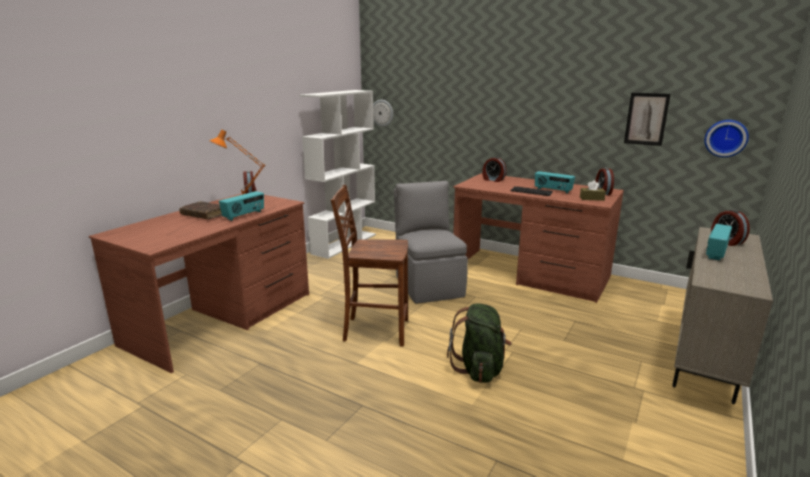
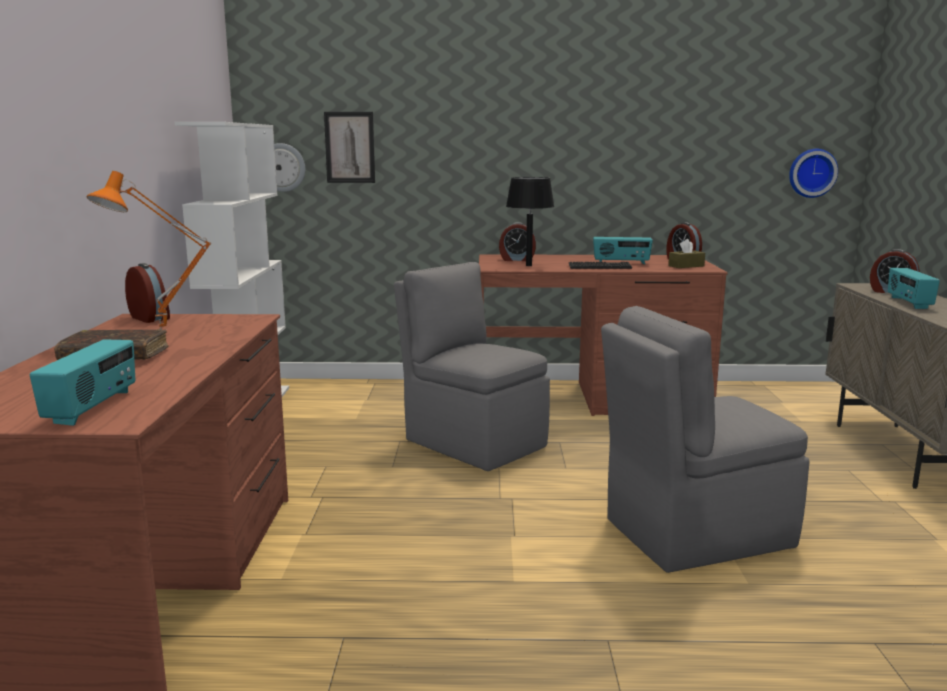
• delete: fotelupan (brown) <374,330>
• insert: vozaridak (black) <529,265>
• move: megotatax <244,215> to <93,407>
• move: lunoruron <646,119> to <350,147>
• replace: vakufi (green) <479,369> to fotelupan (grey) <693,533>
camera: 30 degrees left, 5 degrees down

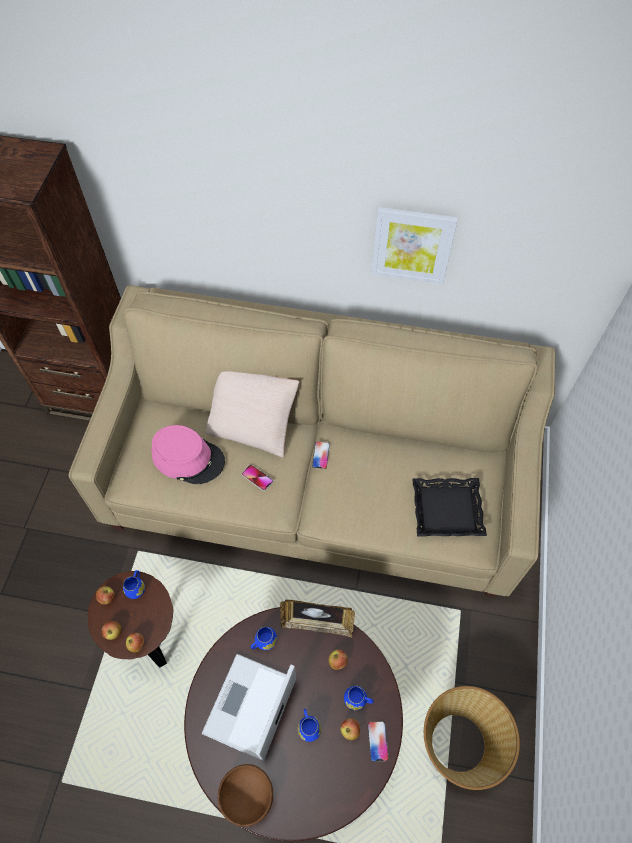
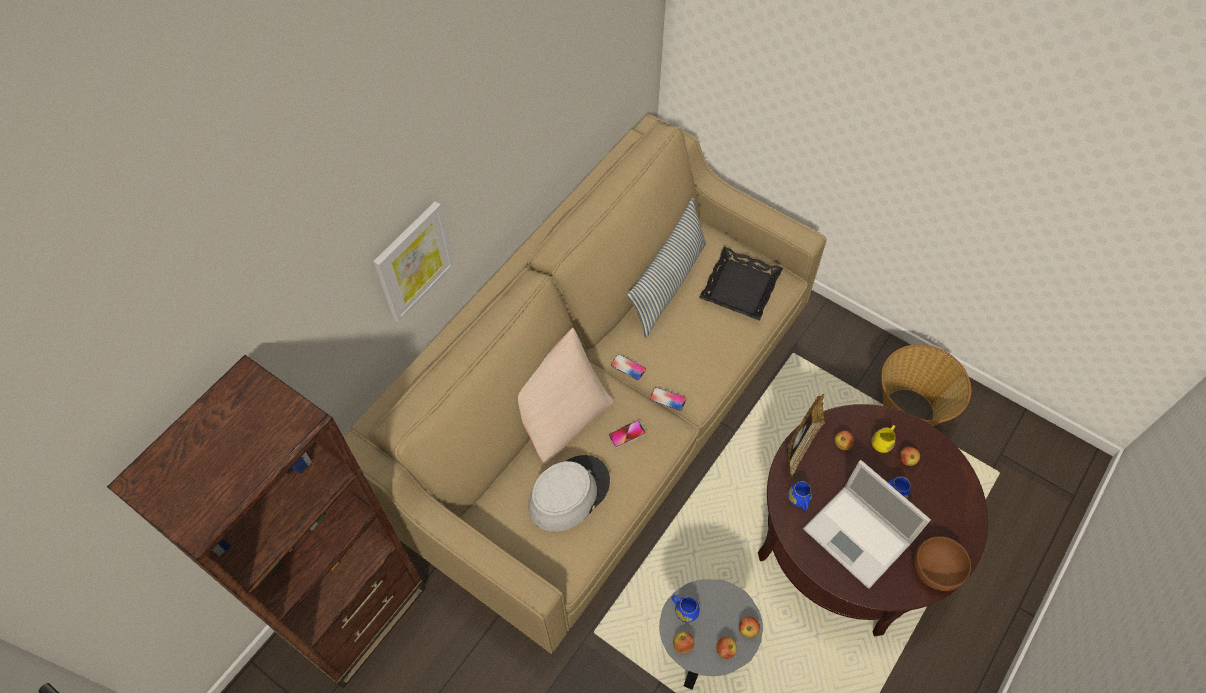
• insert: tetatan <667,284>
• move: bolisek <377,741> to <668,399>
• move: lunoruron <412,244> to <413,261>
• recolor: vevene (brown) <150,637> to vevene (grey) <701,652>
• recolor: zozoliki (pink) <188,458> to zozoliki (grey) <568,493>
• recolor: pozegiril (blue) <358,700> to pozegiril (yellow) <883,442>
camera: 65 degrees left, 0 degrees up

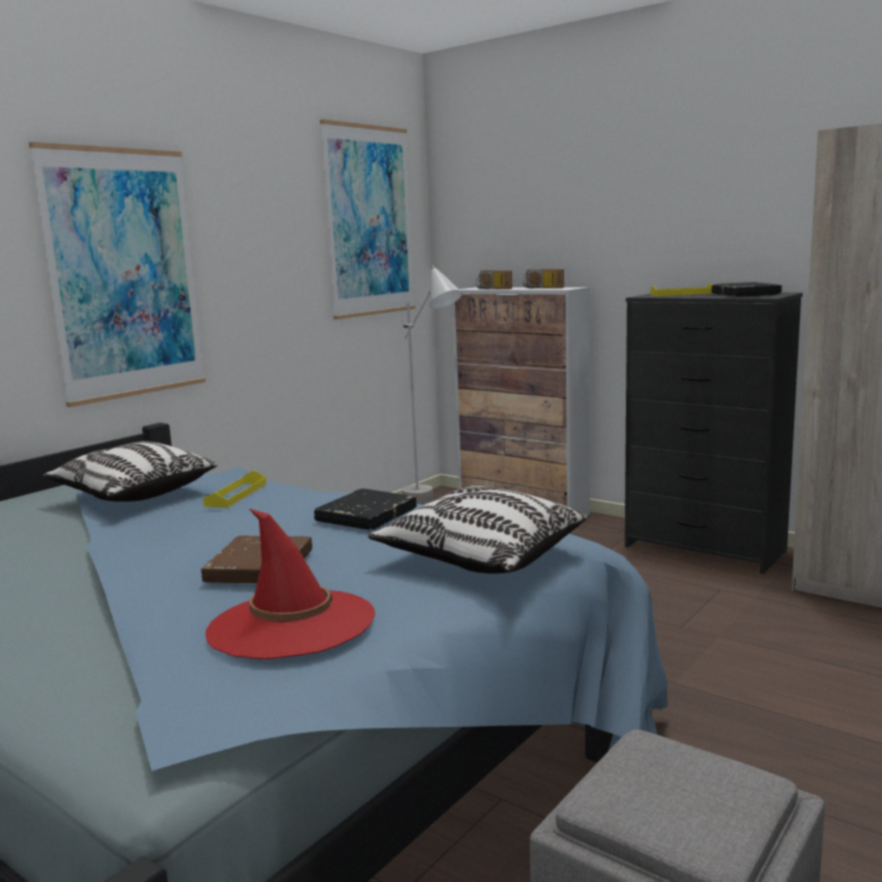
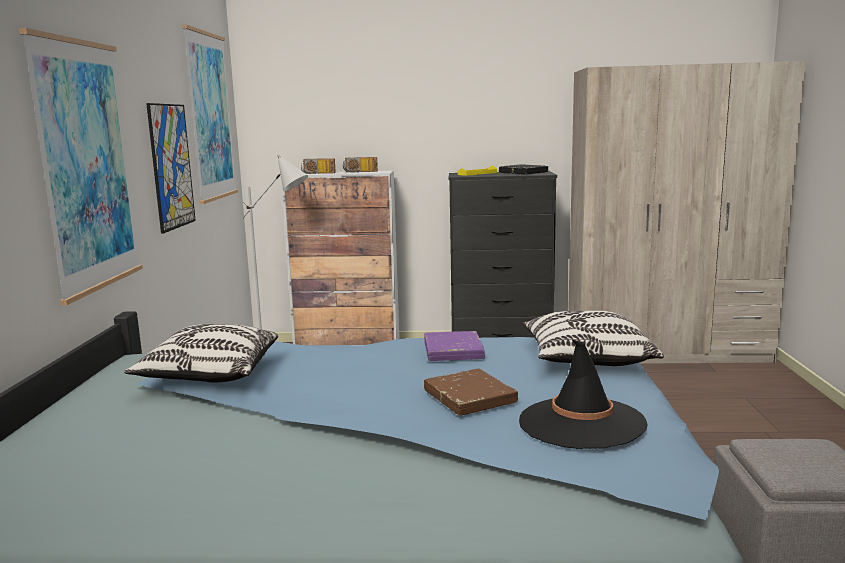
• delete: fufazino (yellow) <236,495>
• insert: lunoruron <171,166>
• recolor: zozoliki (red) <291,625> to zozoliki (black) <581,423>
• recolor: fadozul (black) <366,516> to fadozul (purple) <453,351>
camera: 35 degrees left, 0 degrees up

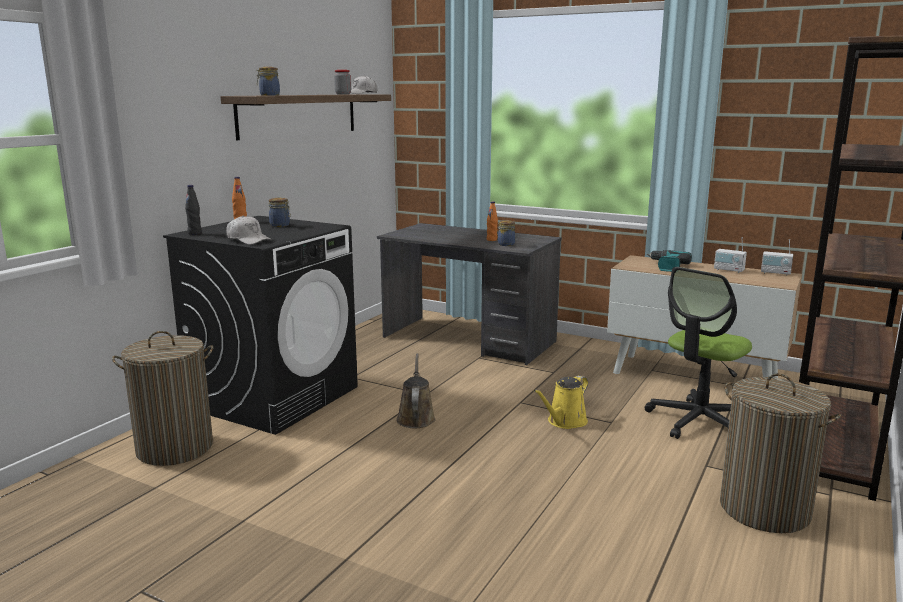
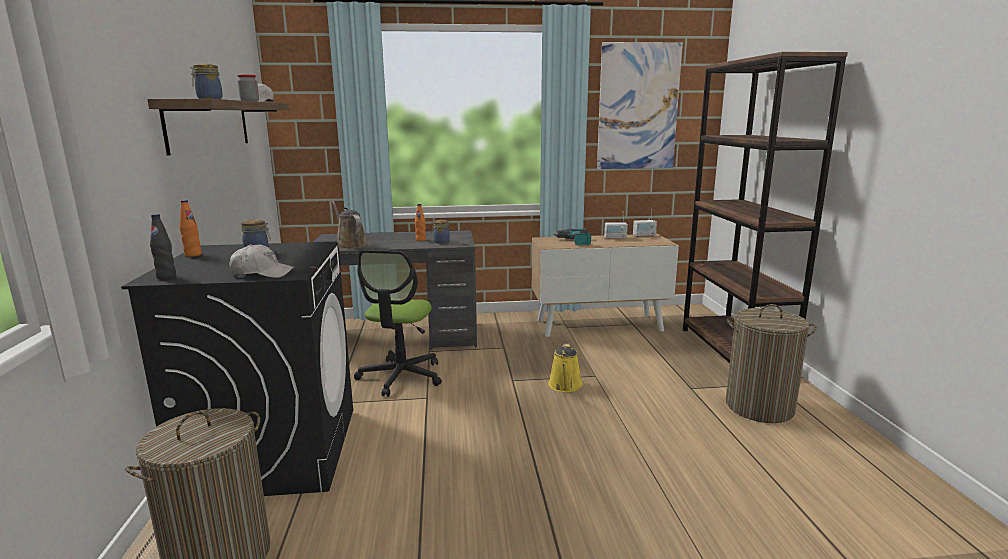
• insert: lunoruron <638,107>
• move: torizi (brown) <416,417> to <350,245>
• move: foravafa <698,421> to <401,376>
camera: 35 degrees left, 0 degrees up

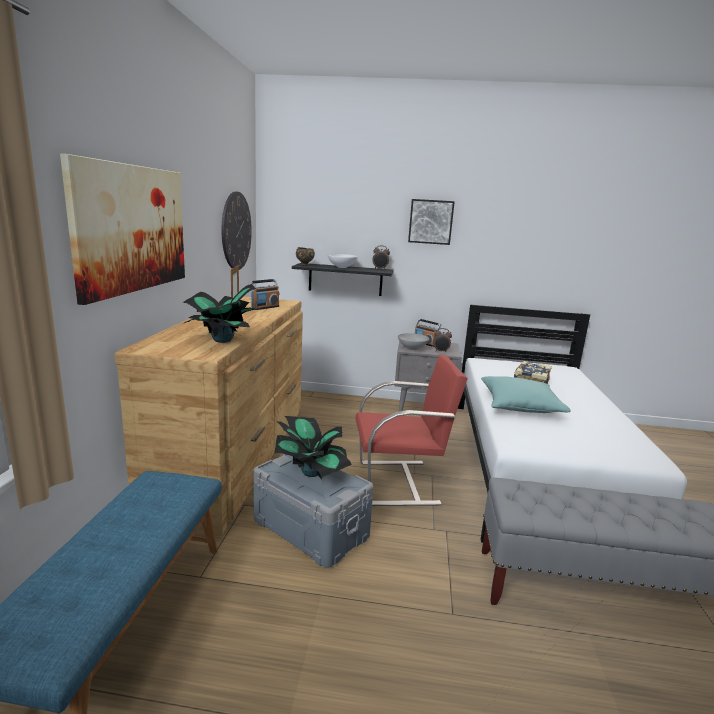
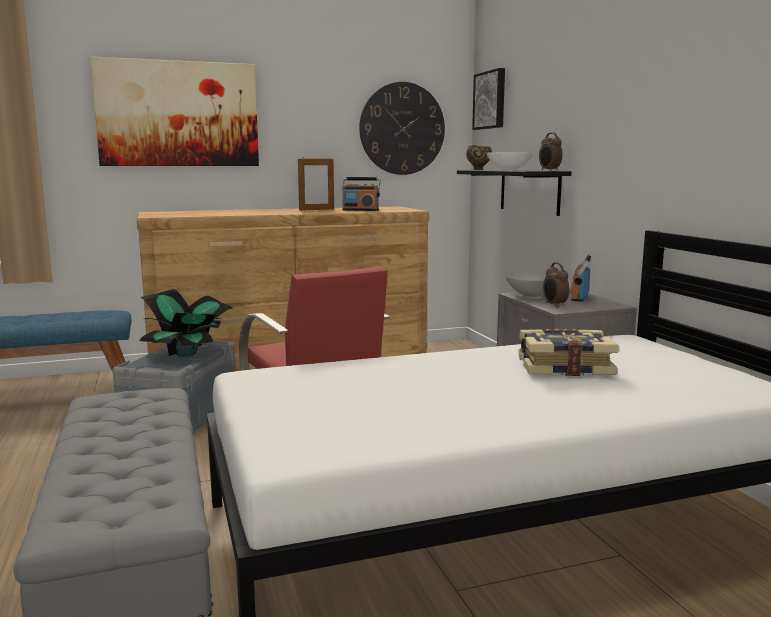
• delete: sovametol <222,340>
• delete: tetatan (turquoise) <520,406>
• move: lunoruron <430,222> to <491,100>
camera: 65 degrees right, 5 degrees down

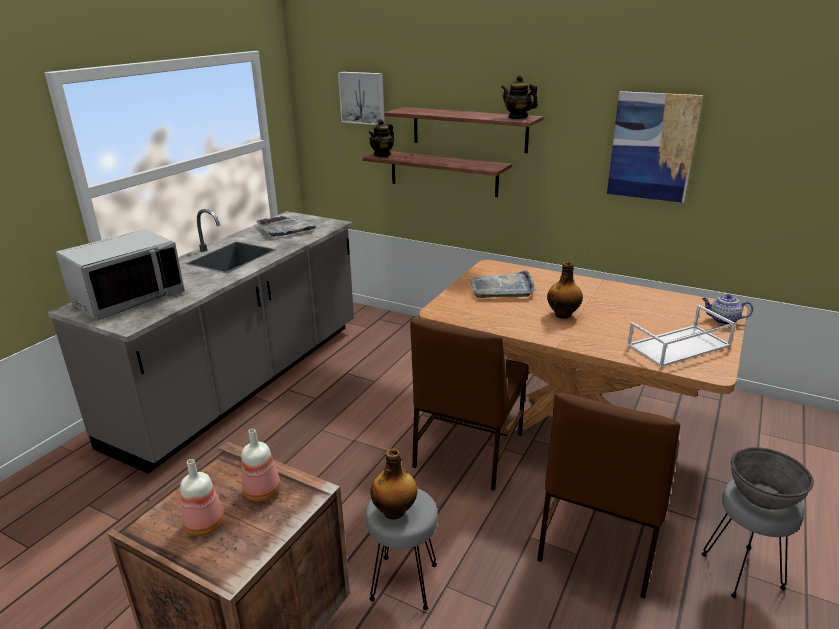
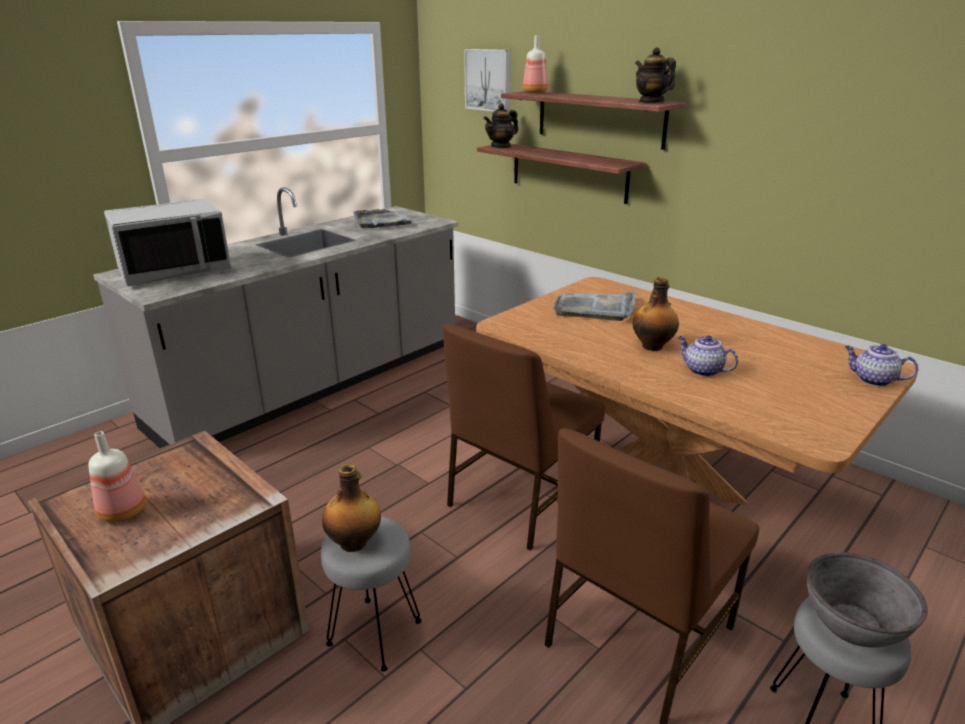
• delete: lunoruron <652,147>
• delete: fufazino (white) <678,346>
• insert: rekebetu <702,370>
• move: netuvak <263,491> to <535,92>
camera: 15 degrees right, 0 degrees up

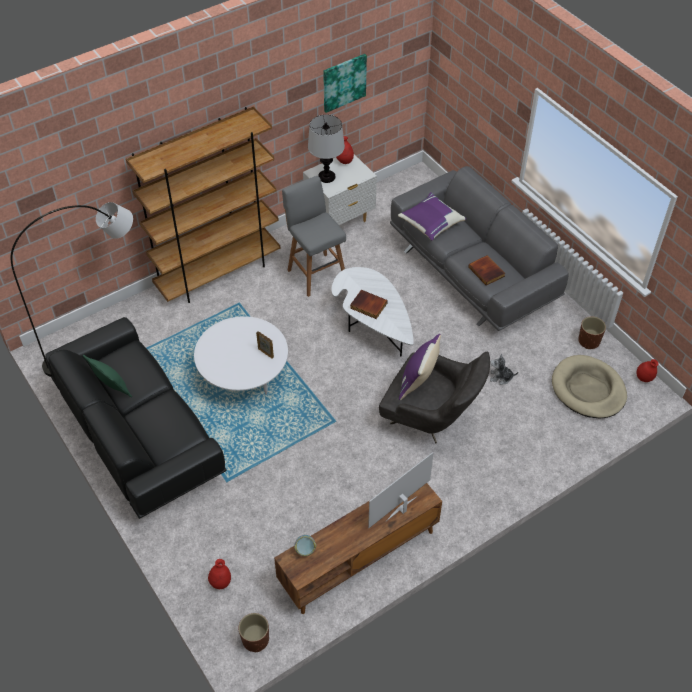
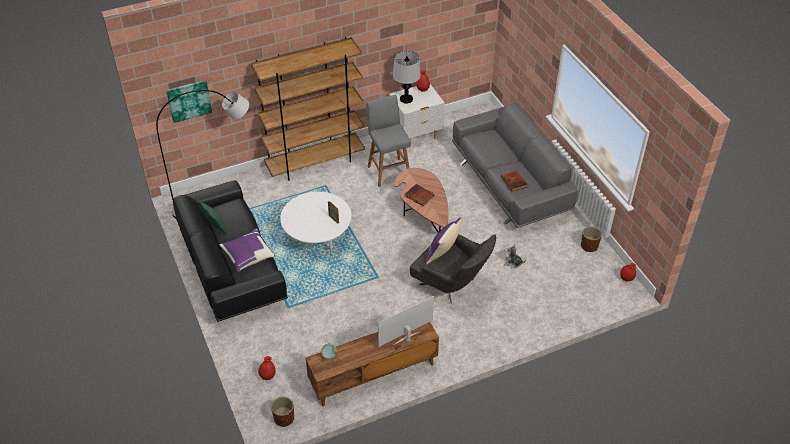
• delete: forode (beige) <588,389>
• move: lunoruron <344,82> to <189,100>
• move: tetatan (purple) <430,224> to <248,256>
• recolor: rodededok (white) <372,324> to rodededok (brown) <423,213>
camera: 10 degrees right, 5 degrees down

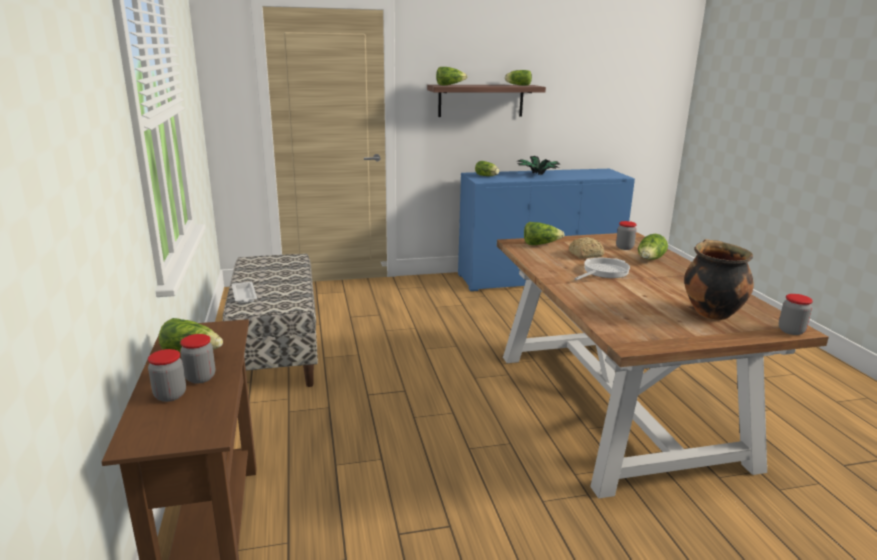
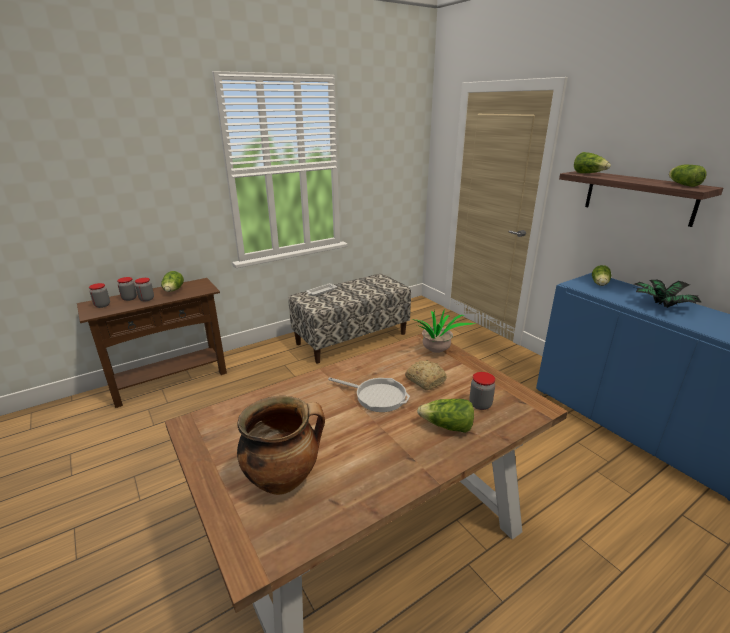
• move: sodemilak <791,331> to <102,305>
• replace: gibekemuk <540,244> to sovametol <436,352>
camera: 70 degrees right, 5 degrees up

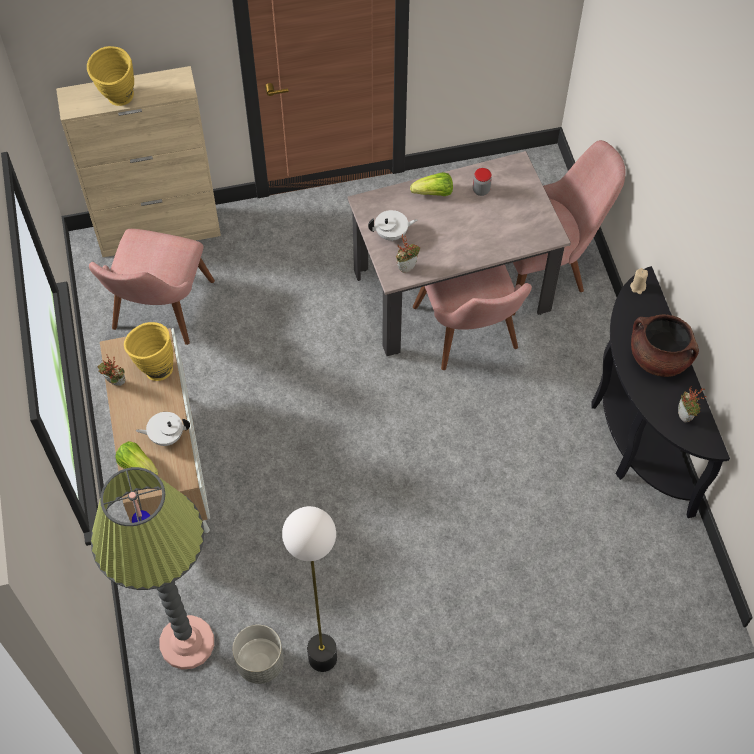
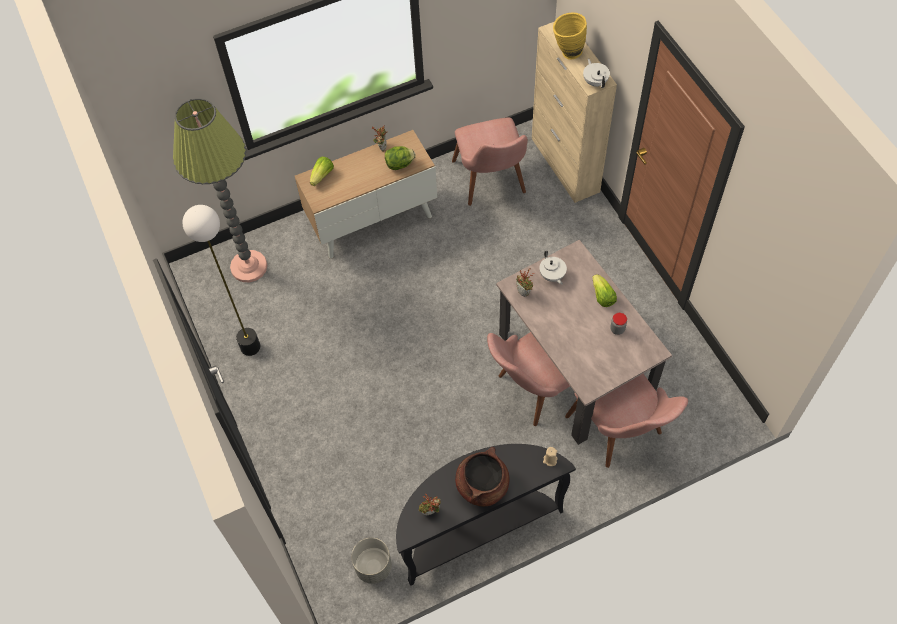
• move: rekebetu (white) <166,436> to <595,82>
• move: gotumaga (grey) <260,662> to <373,567>
• replace: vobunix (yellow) <154,367> to gibekemuk <399,164>
• rotate: fotelupan (pink) <158,315> = <492,184> 105 degrees counterclockwise
camera: 80 degrees right, 0 degrees up

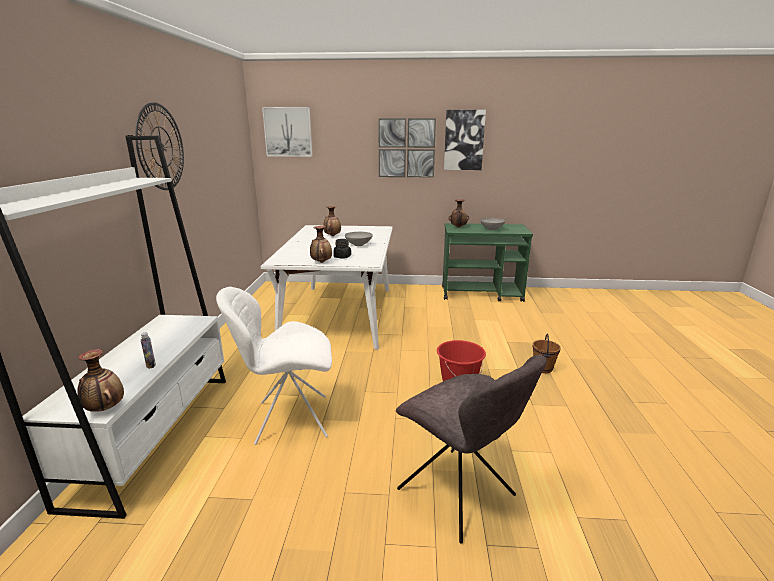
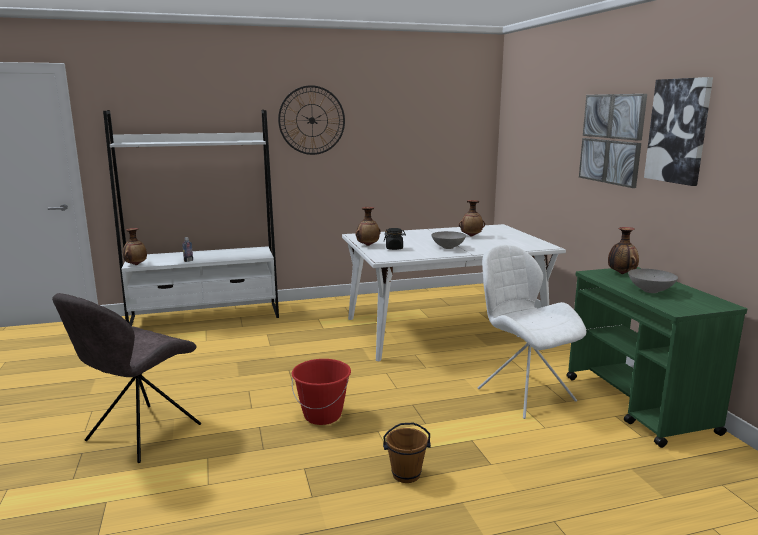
• delete: lunoruron <288,132>
• move: fotelupan (white) <288,419> to <523,393>
camera: 70 degrees right, 5 degrees down

